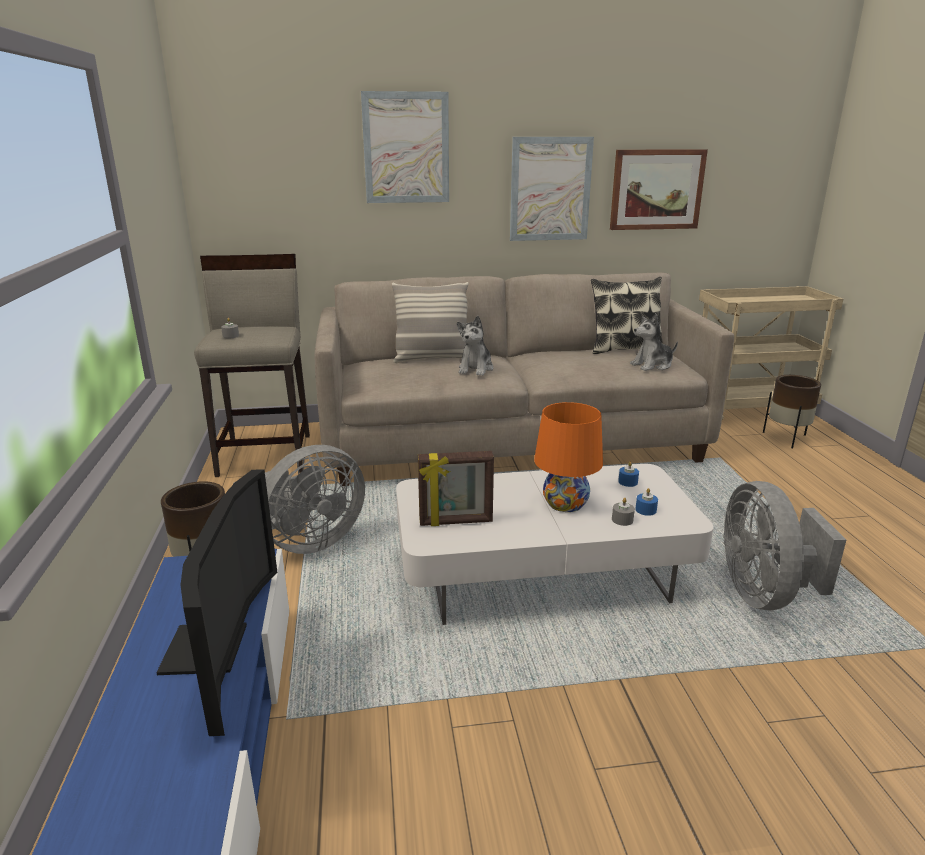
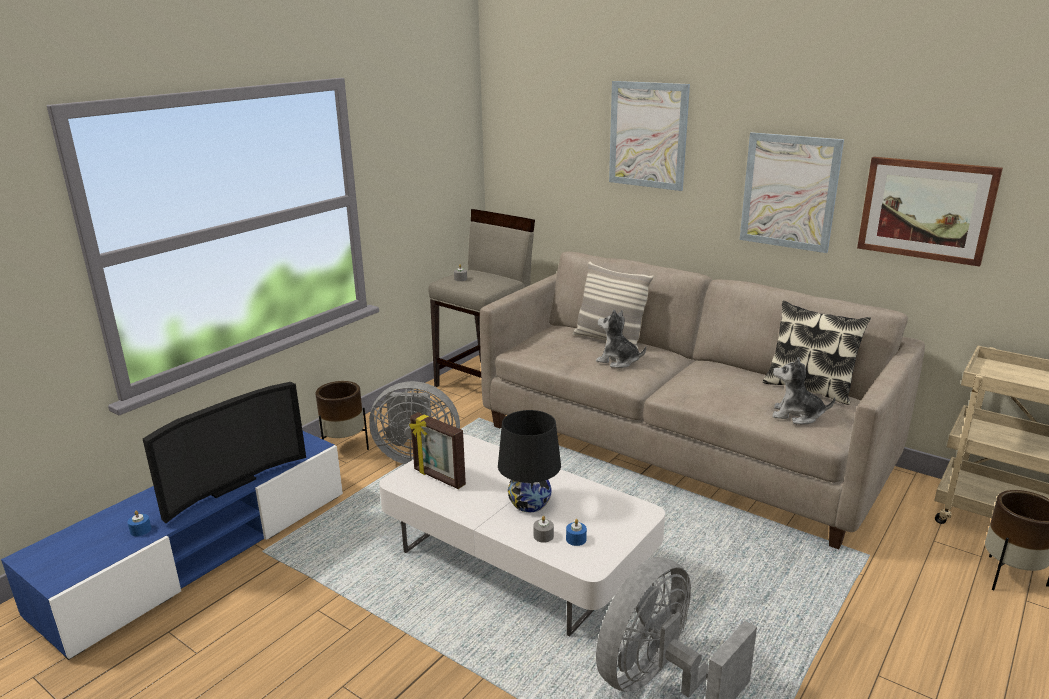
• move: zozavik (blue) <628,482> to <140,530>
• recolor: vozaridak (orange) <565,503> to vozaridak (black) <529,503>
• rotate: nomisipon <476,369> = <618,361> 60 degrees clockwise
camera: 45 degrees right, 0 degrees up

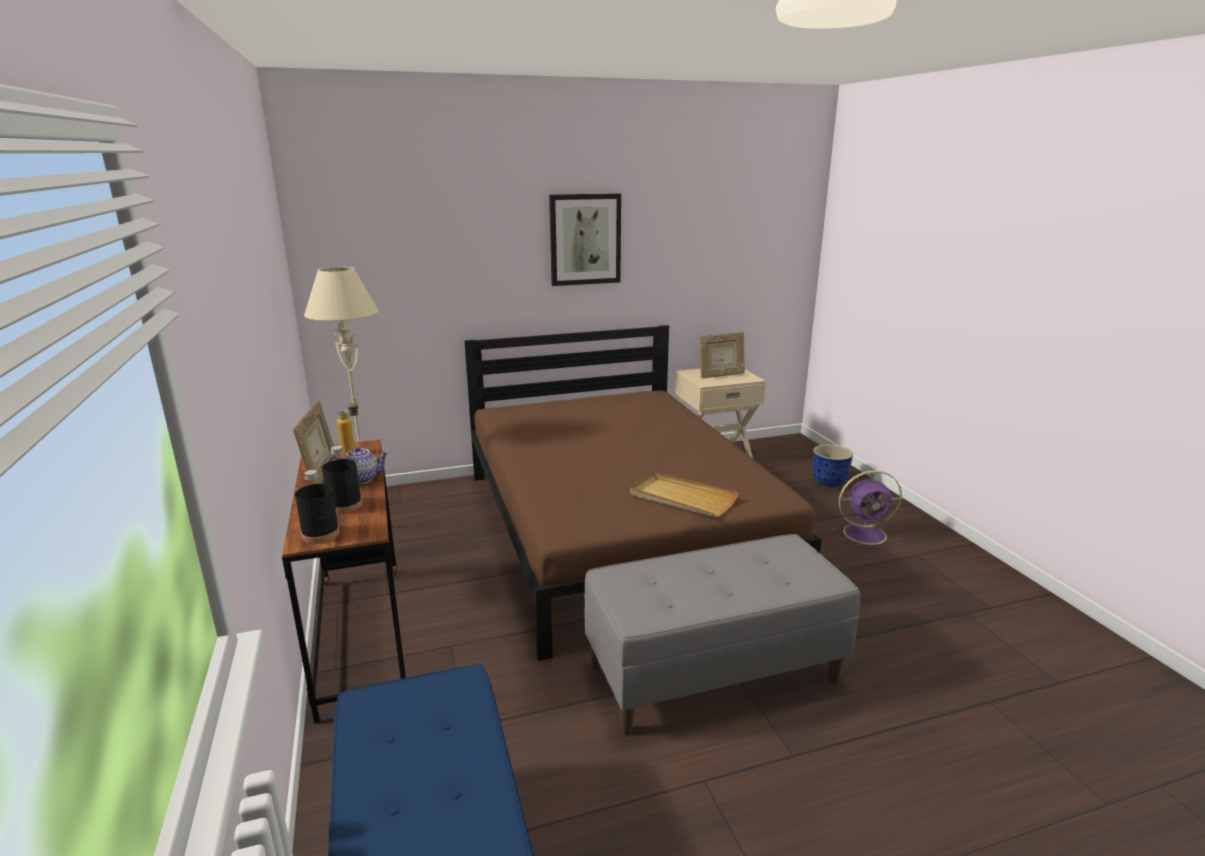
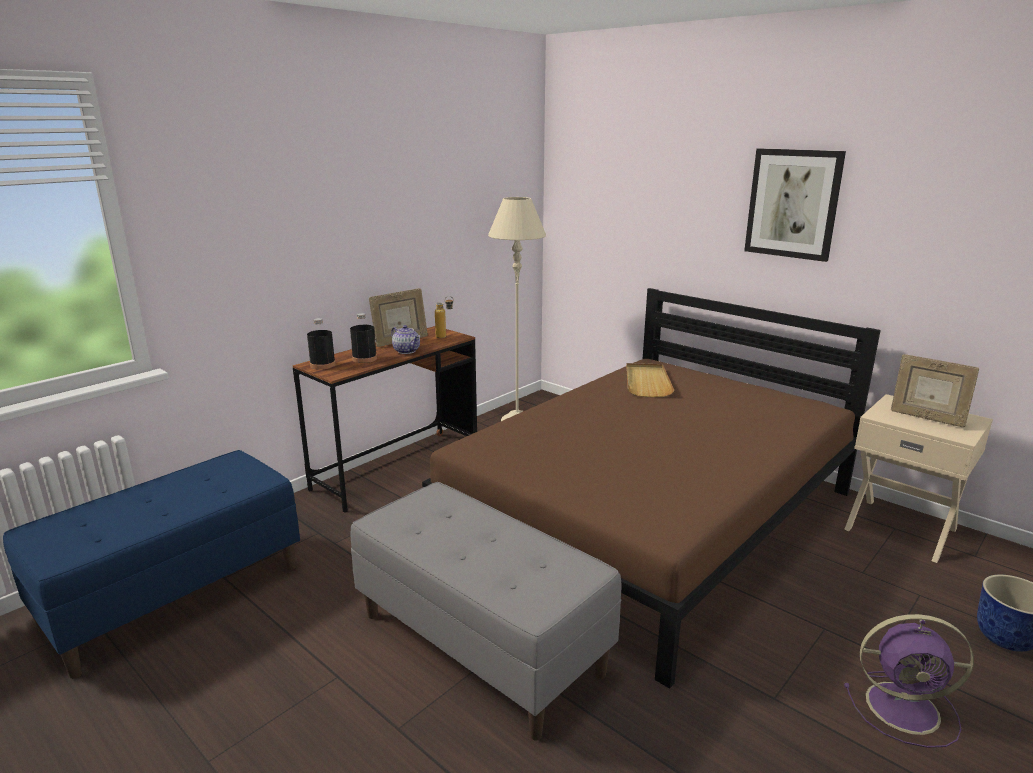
• move: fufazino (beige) <682,498> to <647,382>
• rotate: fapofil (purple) <866,534> = <906,708> 45 degrees counterclockwise
camera: 60 degrees right, 0 degrees up

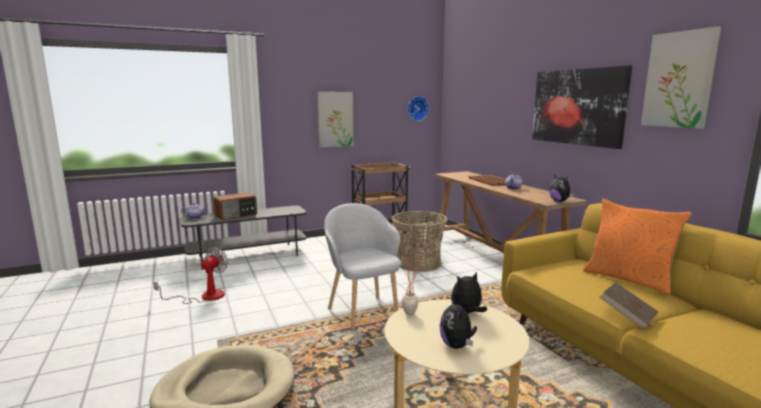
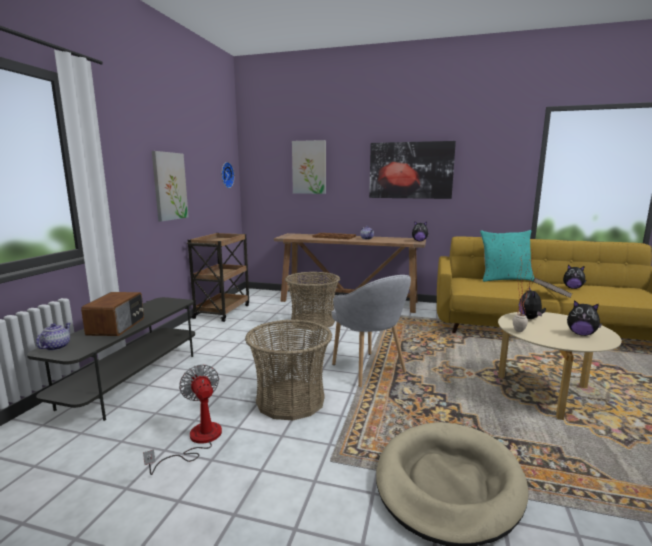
• insert: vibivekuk <290,400>
• insert: nomisipon <572,288>
• move: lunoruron <679,80> to <309,167>
• recolor: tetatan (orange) <628,279> to tetatan (turquoise) <504,279>
• rotate: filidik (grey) <363,311> = <368,370> 135 degrees counterclockwise
camera: 50 degrees left, 0 degrees up

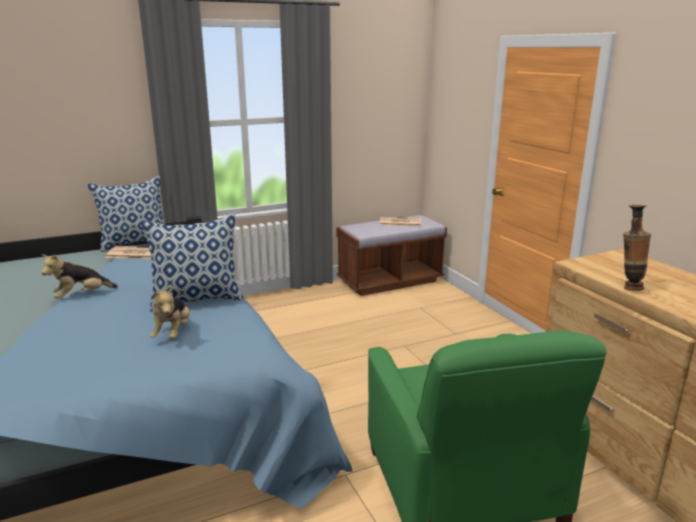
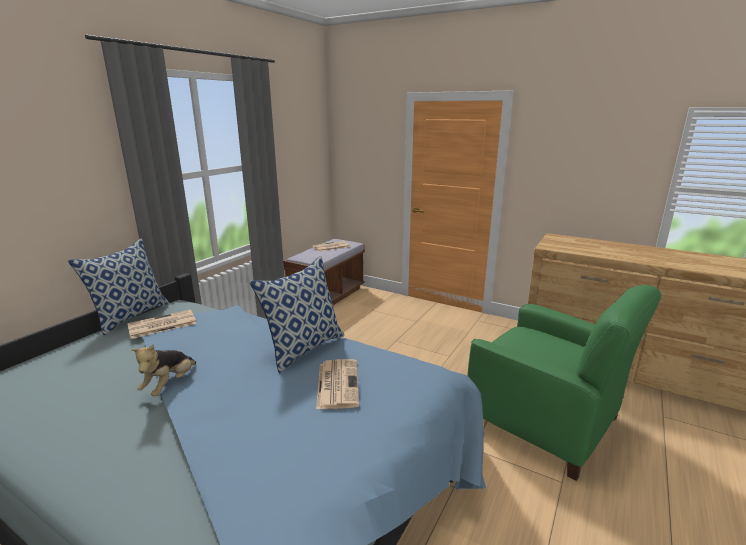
• delete: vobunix <628,287>
• replace: nomisipon <173,333> to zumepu <337,383>
camera: 35 degrees left, 0 degrees up

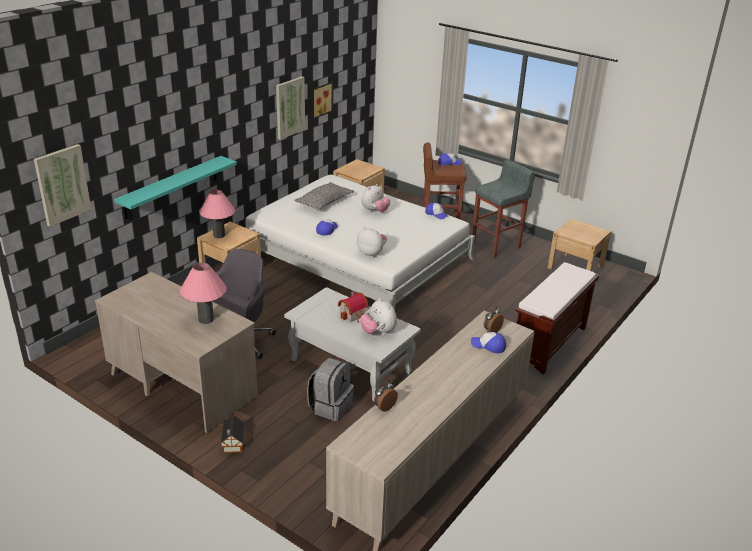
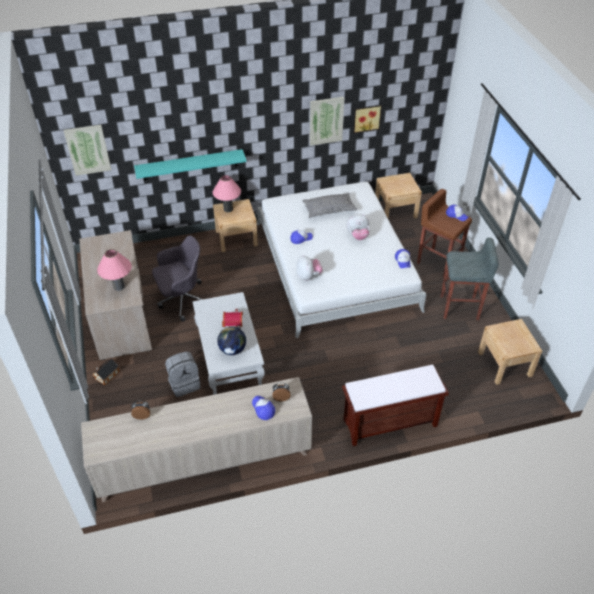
• replace: nomisipon <378,332> to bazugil <232,350>
camera: 40 degrees right, 15 degrees up

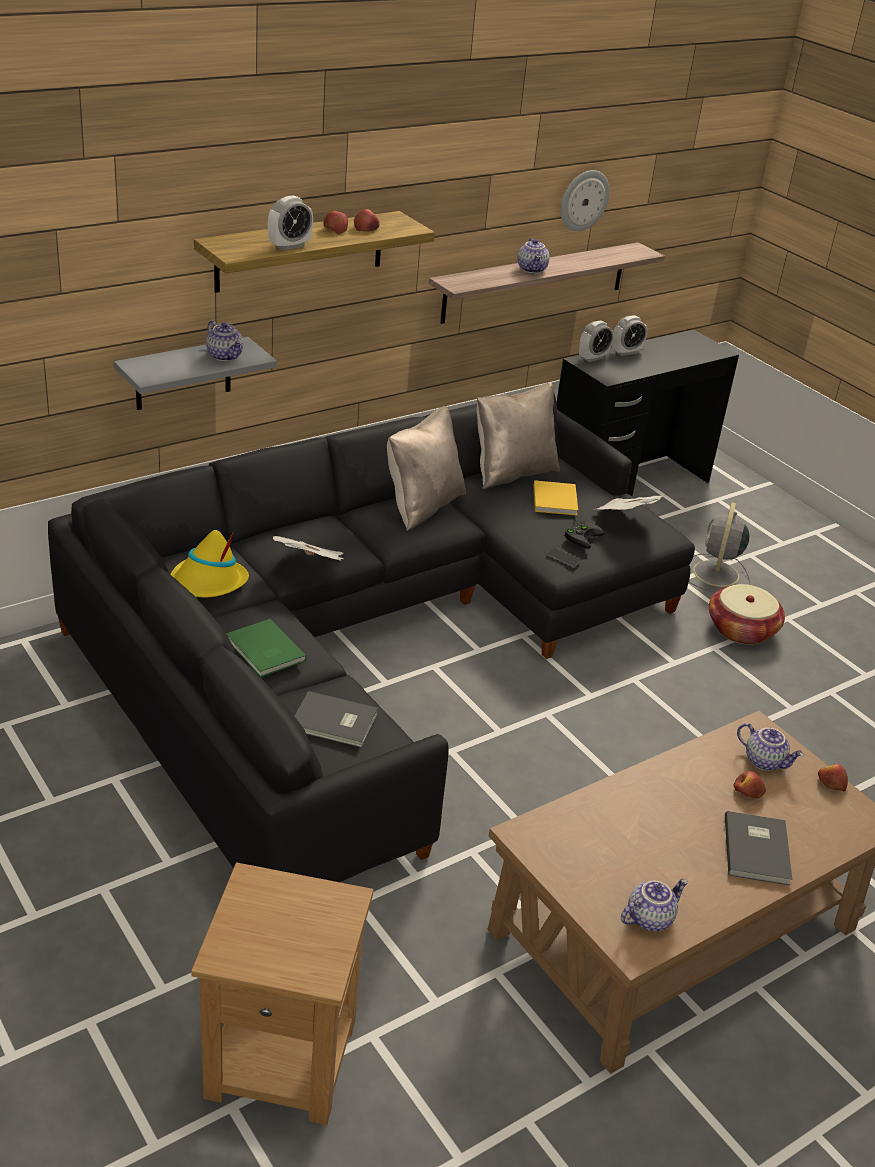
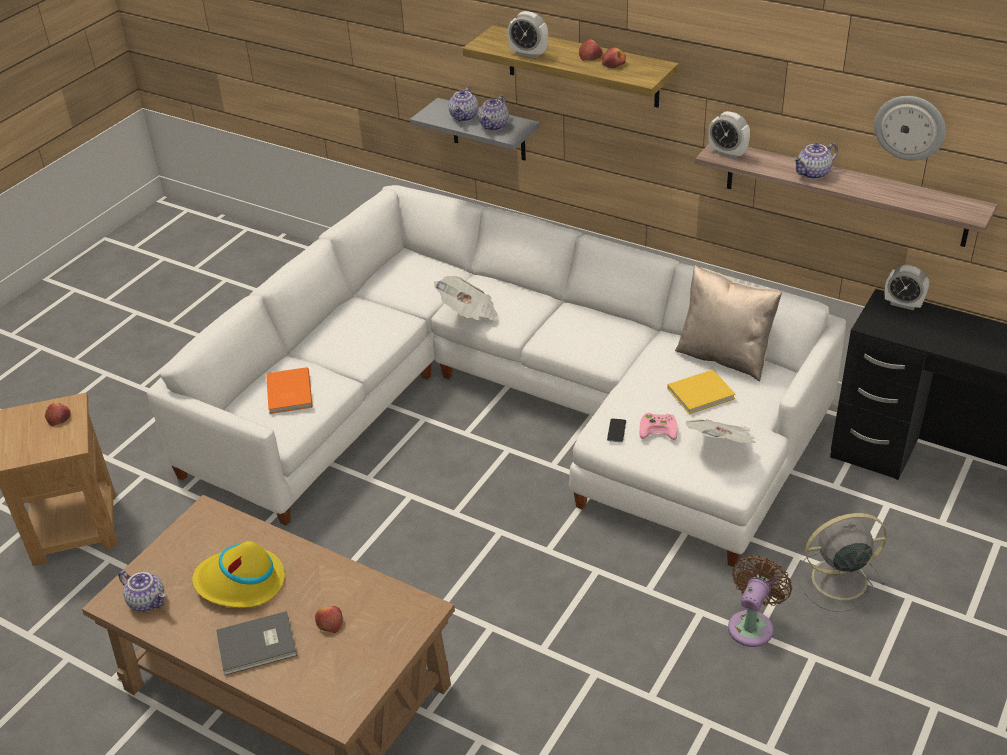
• delete: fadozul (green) <264,651>
• delete: tetatan (beige) <422,506>
• move: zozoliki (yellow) <208,583> to <240,583>
• move: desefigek <626,352> to <727,153>
• move: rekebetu <765,761> to <464,117>
• move: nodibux <830,783> to <59,417>
• replace: vibivekuk <741,630> to fapofil (brown) <752,625>
• recolor: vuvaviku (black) <367,642> to vuvaviku (white) <508,405>
• recolor: fadozul (grey) <334,723> to fadozul (orange) <287,393>
• recolor: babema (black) <581,535> to babema (pink) <659,428>
camera: 70 degrees right, 5 degrees up

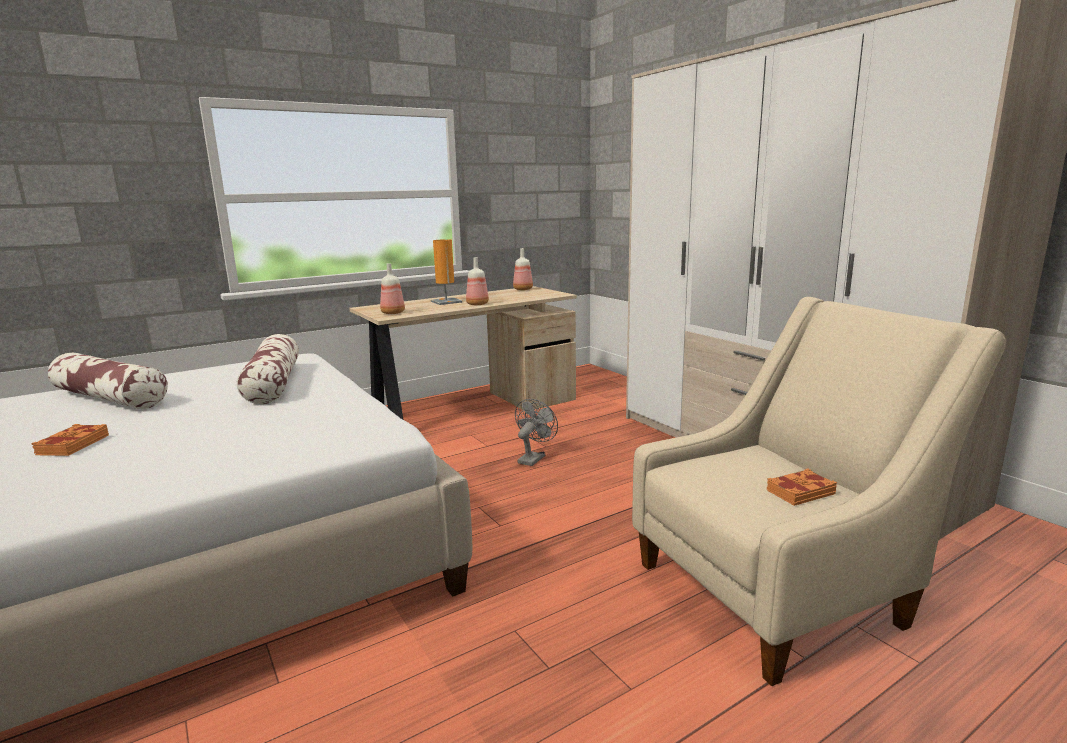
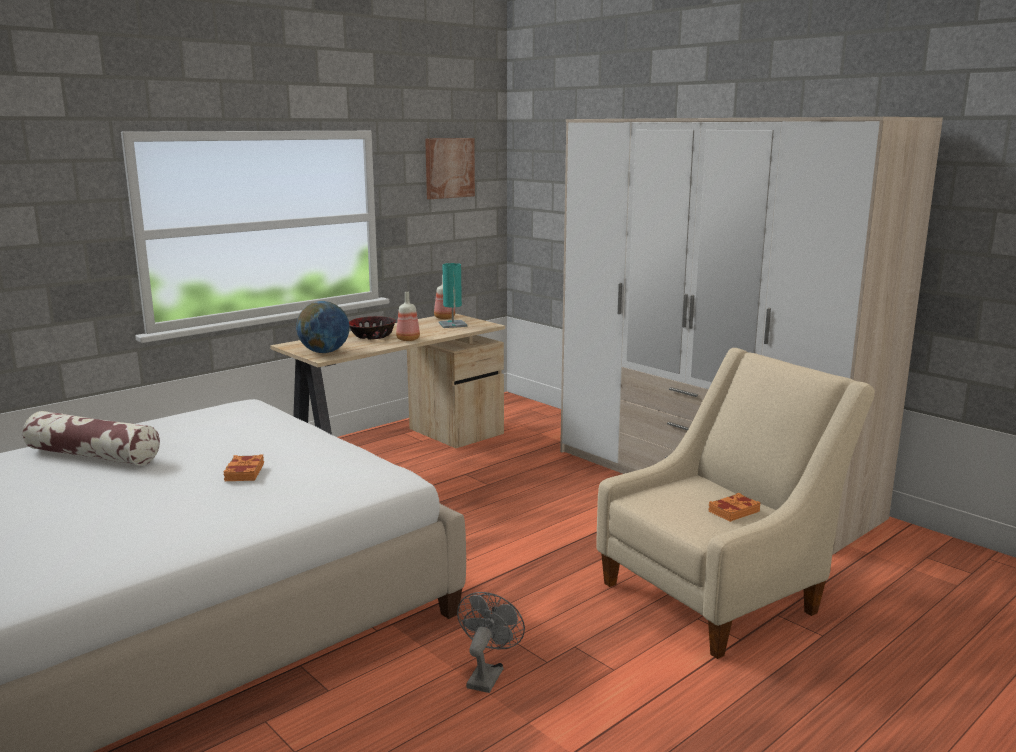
• delete: tetatan <273,384>
• insert: lunoruron <449,168>
• insert: vozaridak (turquoise) <452,324>
• move: fadozul (orange) <72,445> to <243,472>
• move: fapofil (grey) <533,458> to <487,675>
• replace: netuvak <392,313> to bazugil <324,352>
• replace: vozaridak (orange) <446,302> to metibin <372,336>
camera: 10 degrees left, 0 degrees up

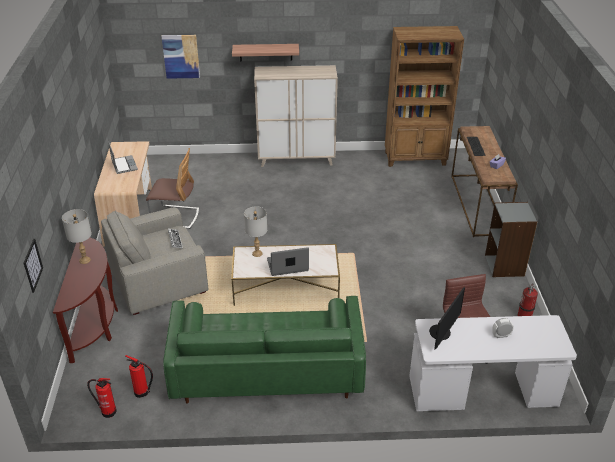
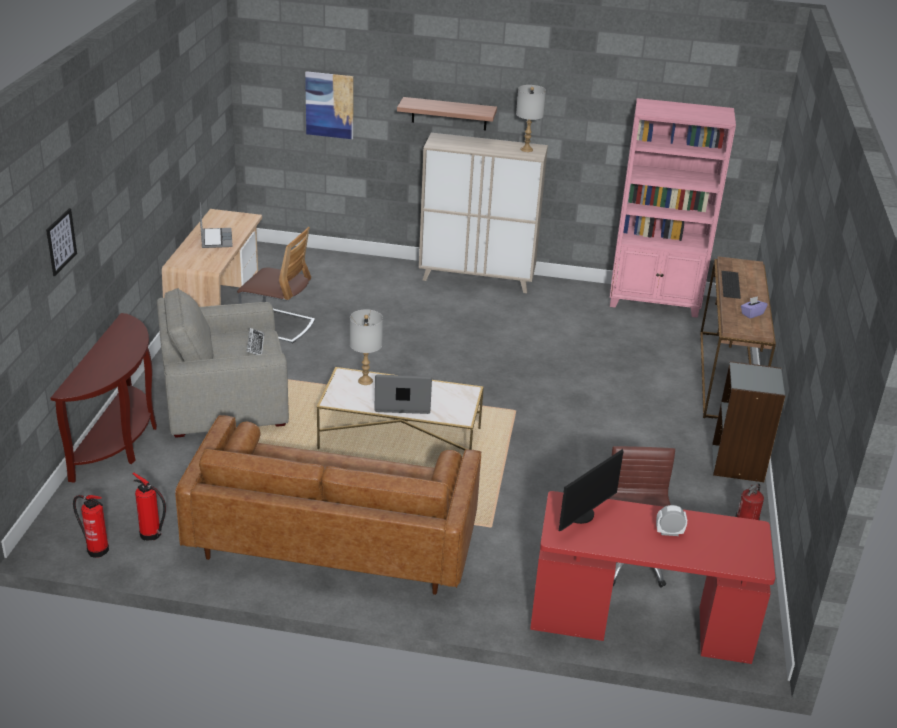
• move: lunoruron <32,265> to <61,241>
• move: vozaridak (grey) <84,260> to <526,149>
• recolor: vuvaviku (green) <267,371> to vuvaviku (brown) <333,540>
• recolor: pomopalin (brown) <415,158> to pomopalin (pink) <654,302>
• recolor: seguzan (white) <482,392> to seguzan (red) <640,623>
camera: 10 degrees right, 5 degrees down

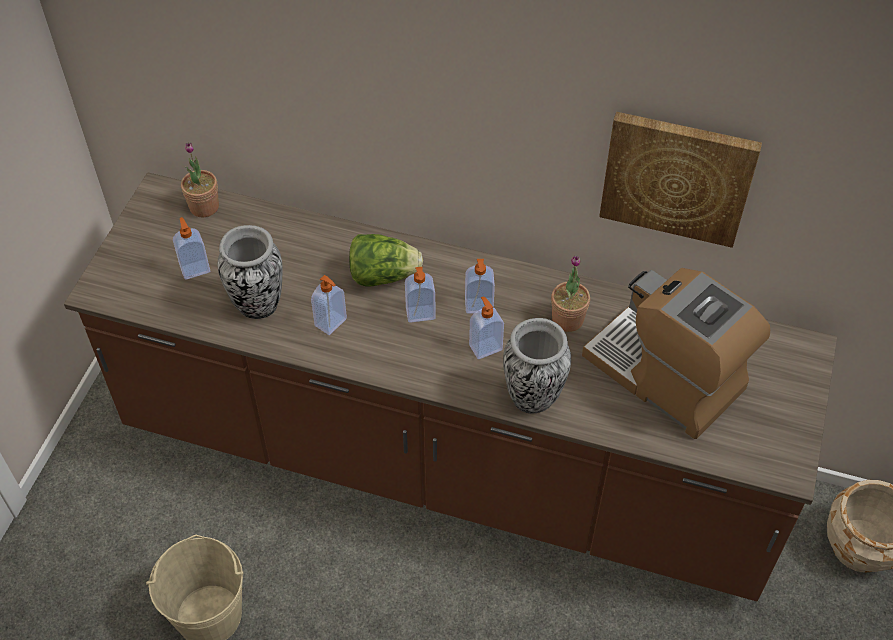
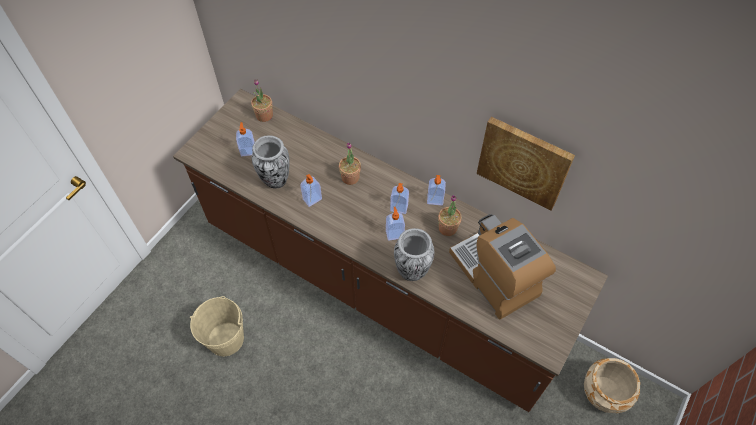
• move: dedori <420,314> to <435,200>
• replace: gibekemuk <383,275> to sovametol <350,177>
camera: 15 degrees right, 5 degrees up

